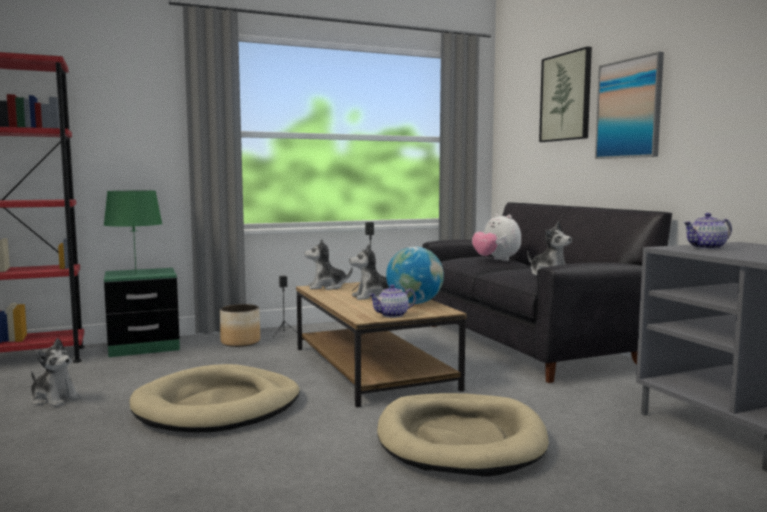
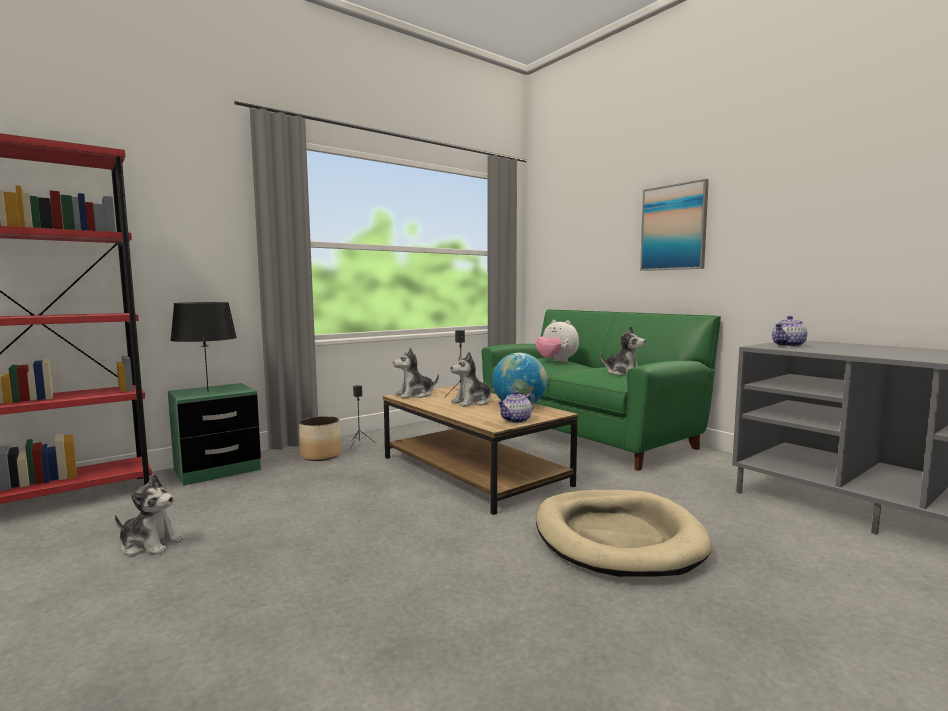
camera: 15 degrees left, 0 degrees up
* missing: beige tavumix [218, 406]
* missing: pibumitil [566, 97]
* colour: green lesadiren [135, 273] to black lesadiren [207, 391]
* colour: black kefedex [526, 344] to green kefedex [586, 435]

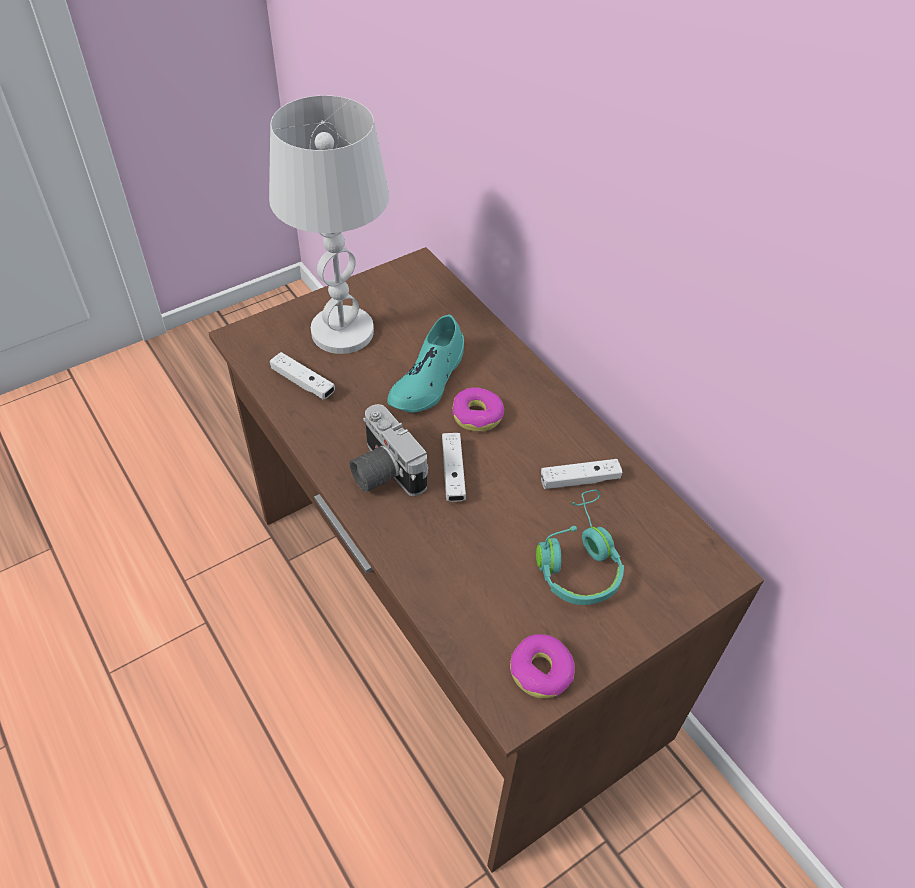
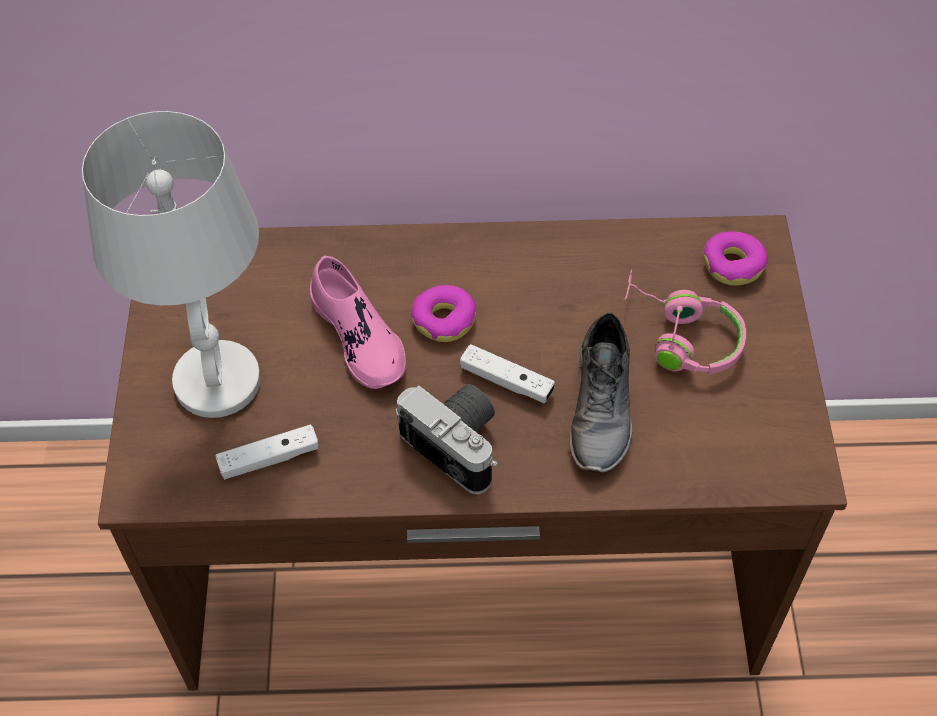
camera: 55 degrees left, 5 degrees up
* missing: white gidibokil [579, 480]
* appeared: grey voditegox [602, 409]
* relocated: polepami [541, 671] to [733, 265]
* colour: turquoise voditegox [428, 379] to pink voditegox [359, 336]
* colour: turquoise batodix [578, 559] to pink batodix [680, 336]
* spun: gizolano [382, 471] = [459, 443] 135 degrees counterclockwise

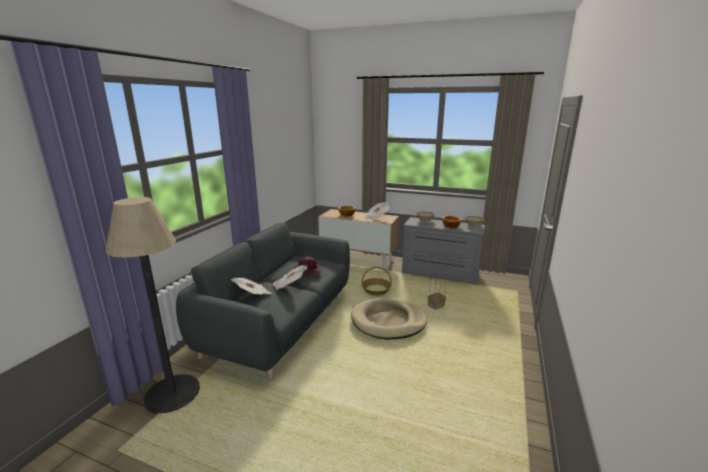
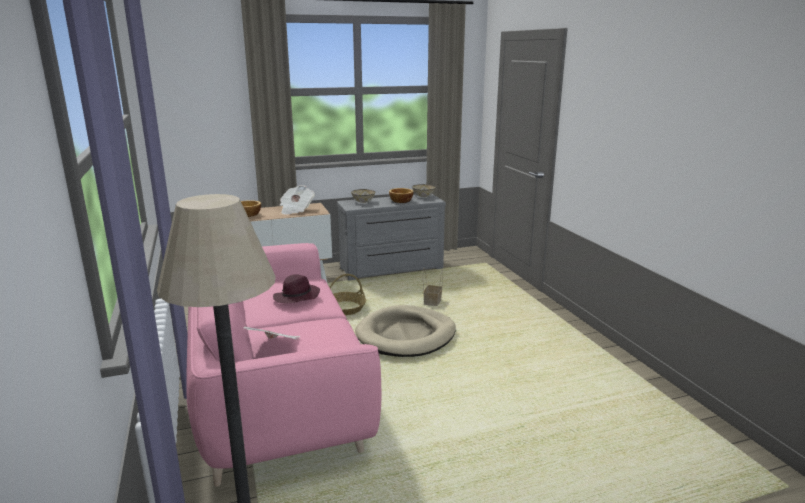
camera: 40 degrees left, 0 degrees up
* missing: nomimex [289, 285]
* colour: grey kefedex [280, 324] to pink kefedex [277, 393]

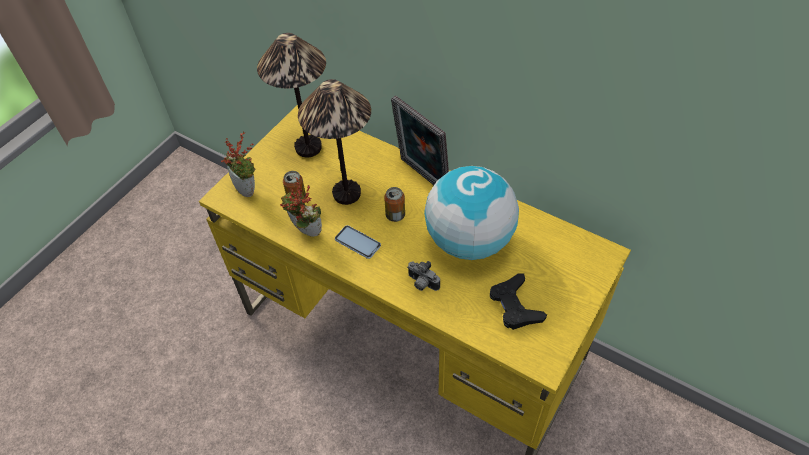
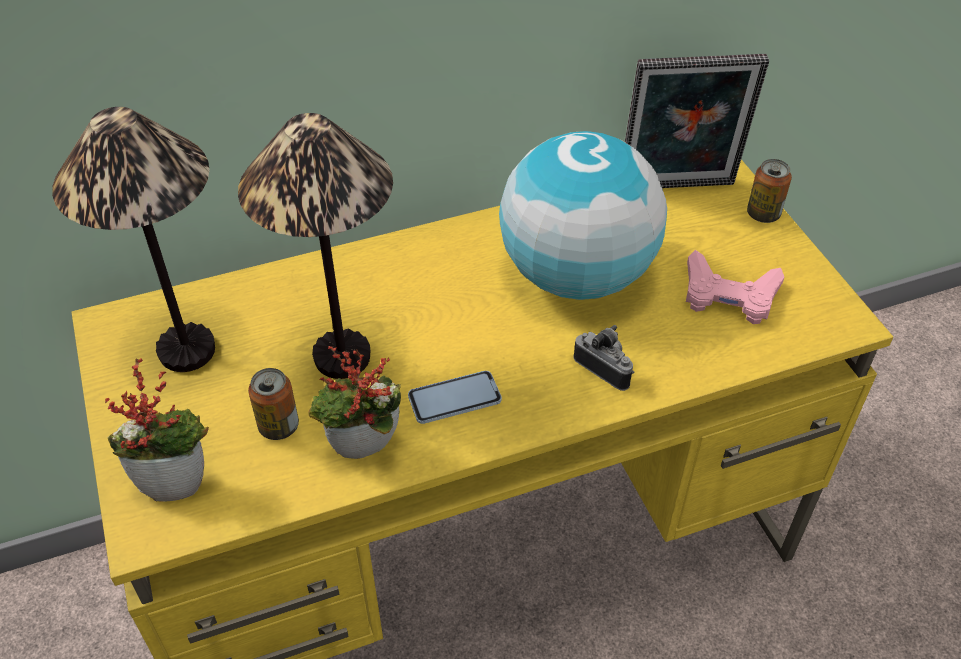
camera: 55 degrees left, 5 degrees down
* relocated: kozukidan [395, 215] to [763, 214]
* relocated: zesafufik [422, 177] to [677, 189]
* colour: black gidibokil [515, 306] to pink gidibokil [729, 295]
* spun: gizolano [422, 284] = [605, 368] 120 degrees counterclockwise

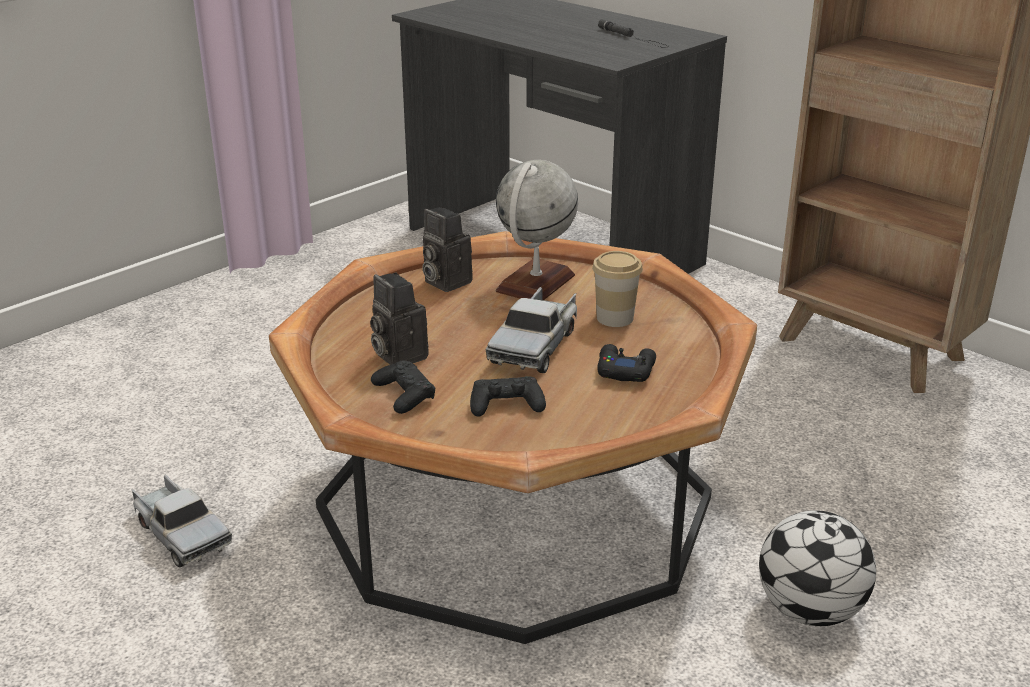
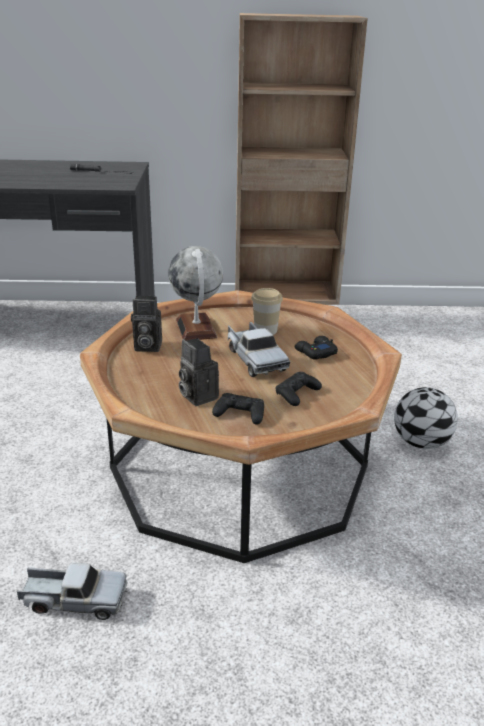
camera: 45 degrees left, 0 degrees up
* spun: gizolano [397, 355] = [196, 396] 45 degrees clockwise

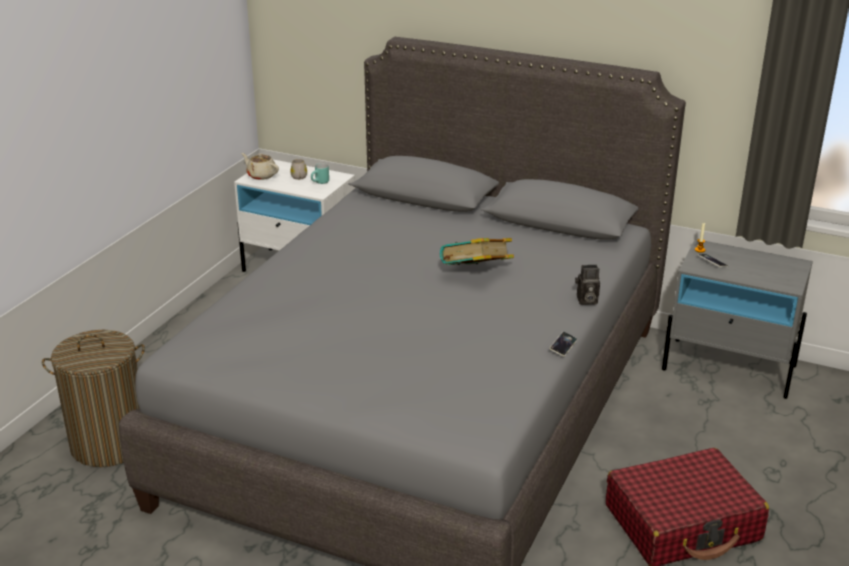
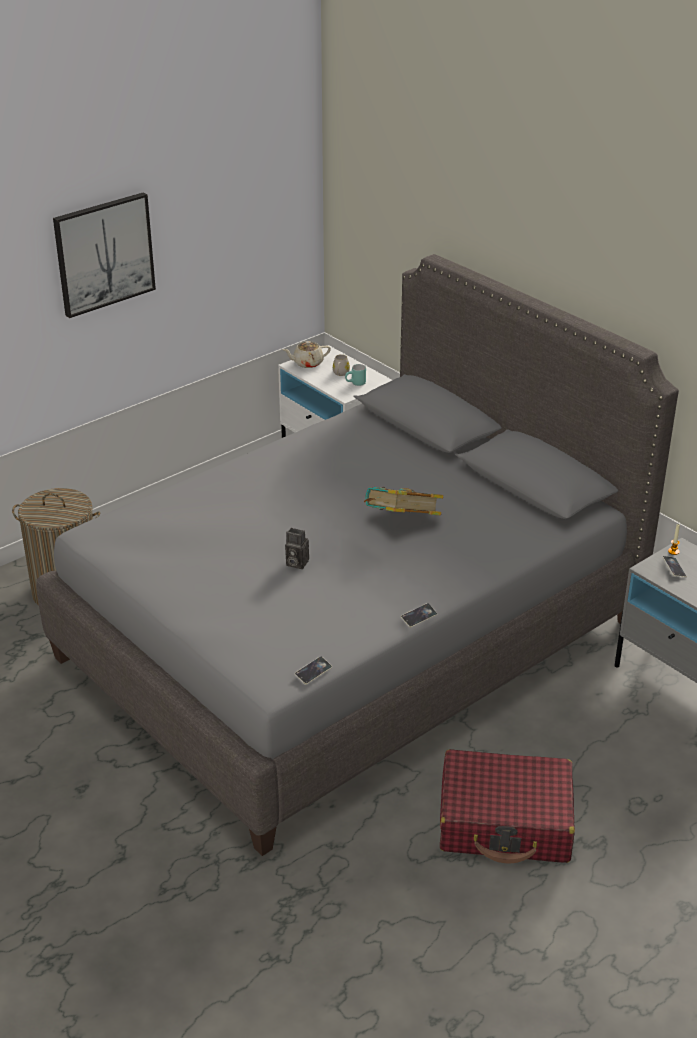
camera: 25 degrees right, 5 degrees up
* appeared: pibumitil [104, 254]
* appeared: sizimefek [313, 672]
* relocated: gizolano [586, 301] to [295, 563]
* spun: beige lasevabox [261, 175] = [307, 363] 75 degrees counterclockwise

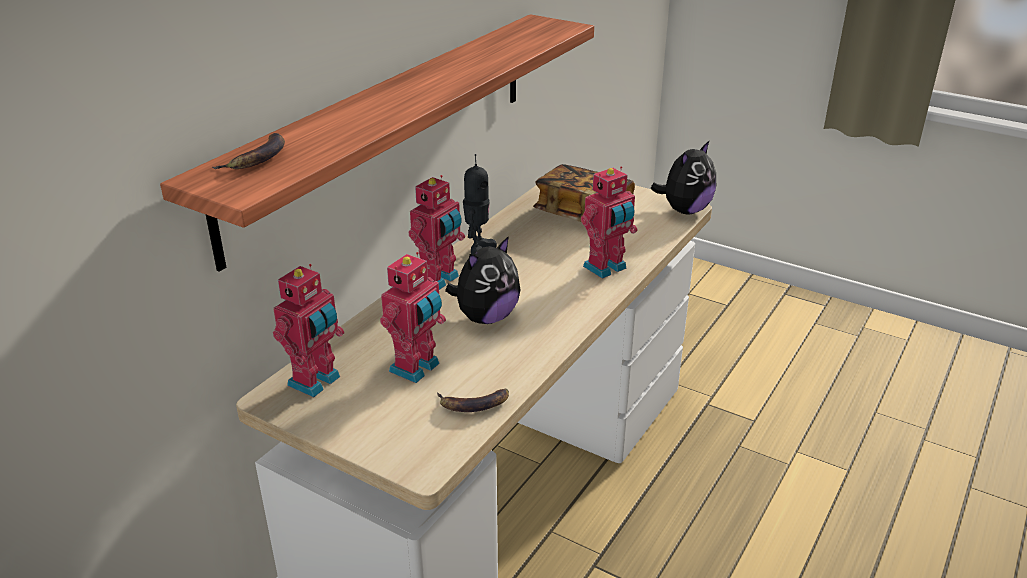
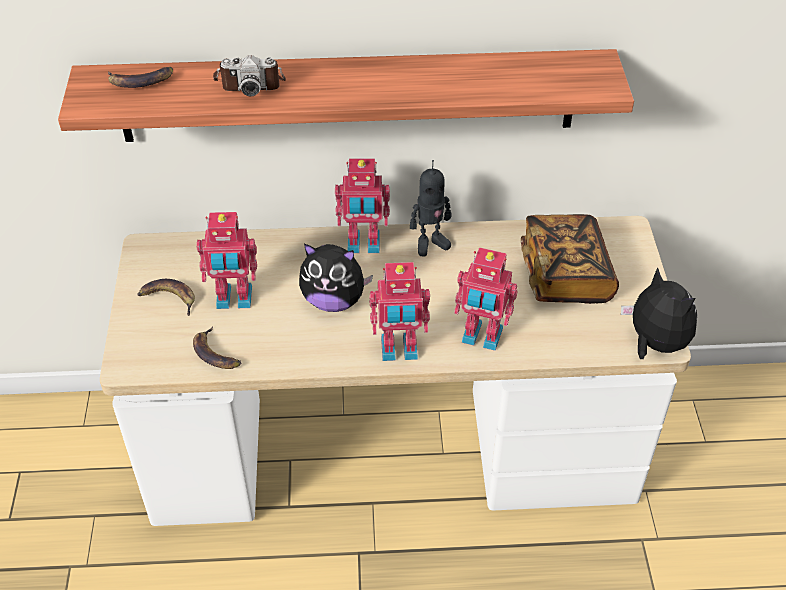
camera: 55 degrees right, 15 degrees up
* appeared: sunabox [168, 298]
* appeared: gizolano [250, 81]
* relocated: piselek [316, 382] to [399, 350]
* spun: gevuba [684, 210] = [654, 343] 135 degrees counterclockwise

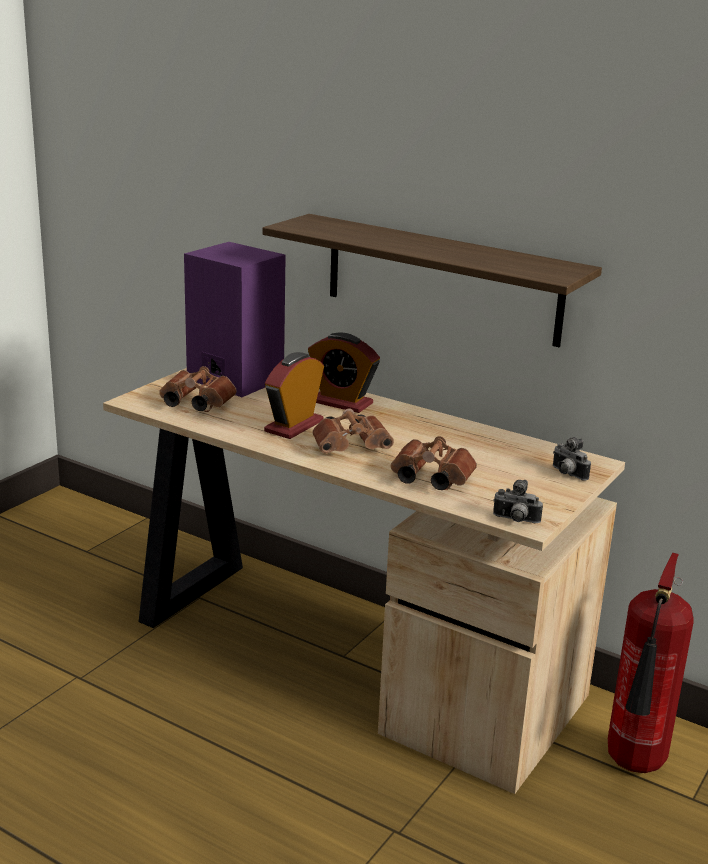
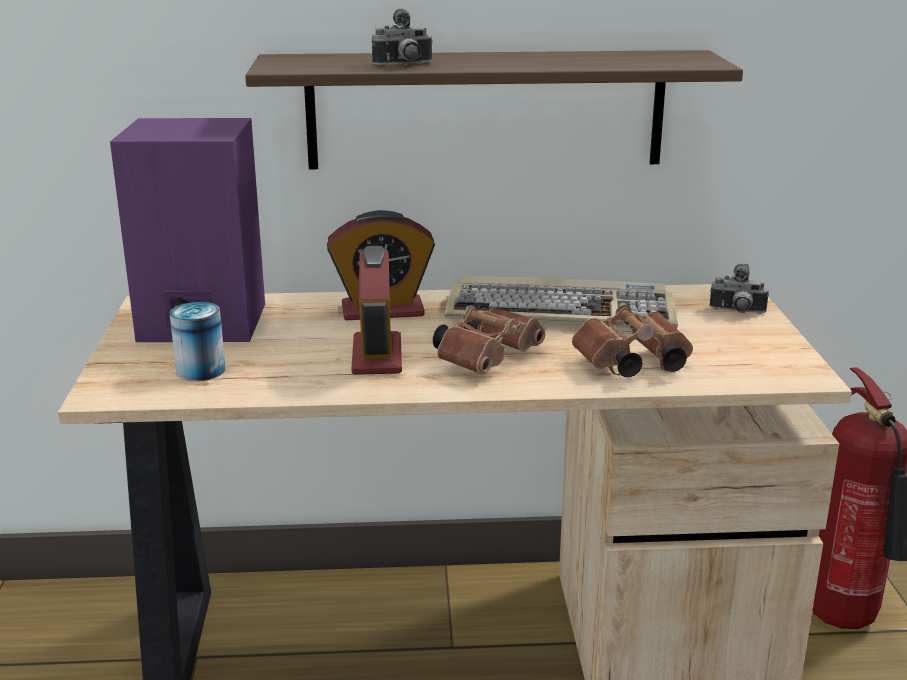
camera: 35 degrees left, 0 degrees up
* appeared: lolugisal [561, 312]
* relocated: gizolano [515, 520] to [404, 65]
* exchanged: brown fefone [194, 404] to kozukidan [201, 370]

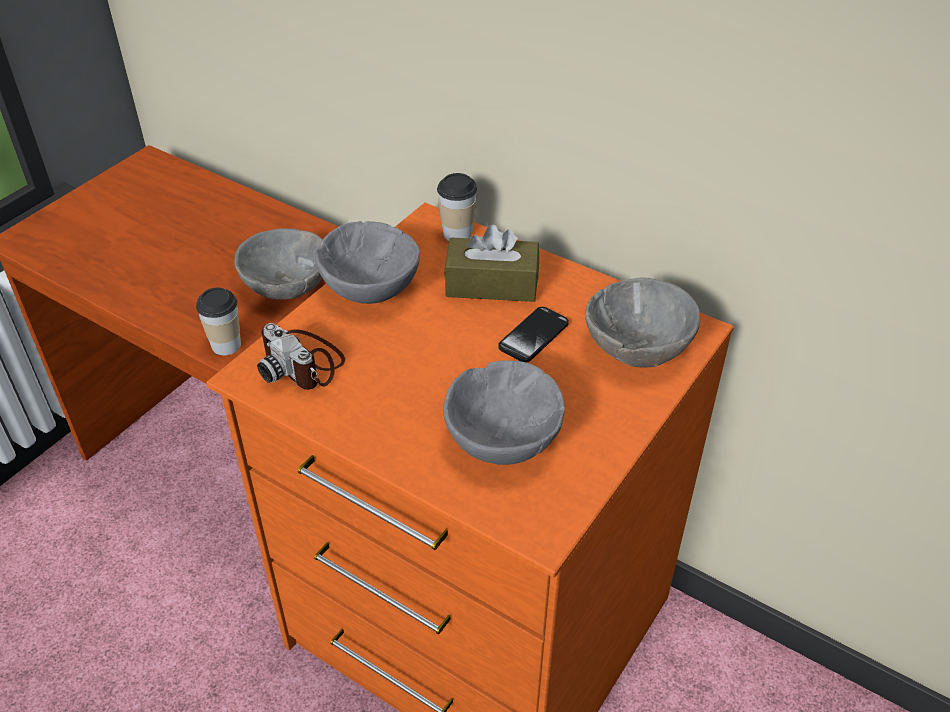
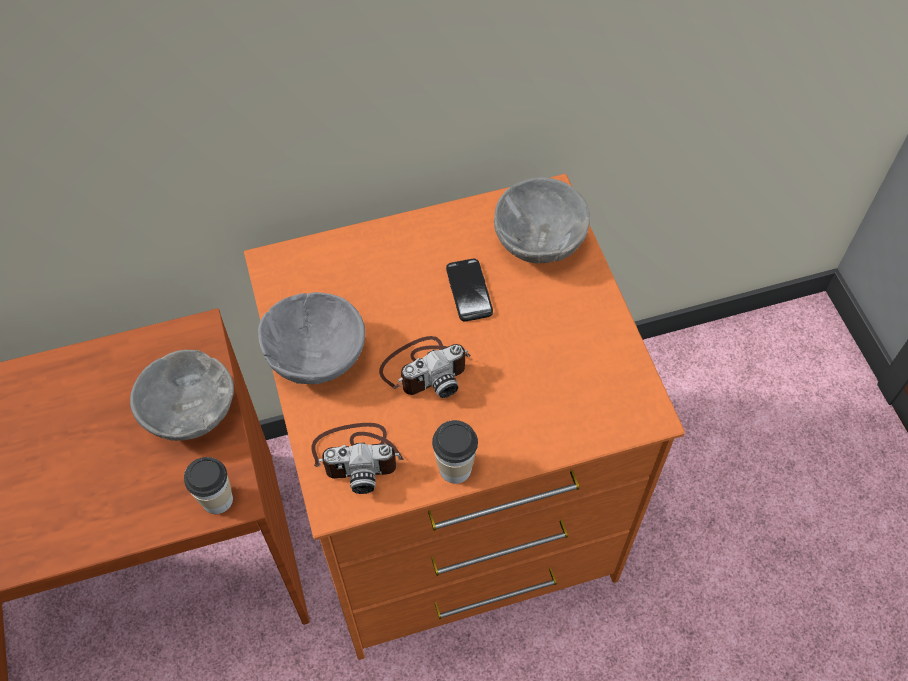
camera: 50 degrees left, 15 degrees up
* missing: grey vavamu [502, 440]
* missing: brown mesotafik [492, 284]
* appeared: gizolano [425, 369]
* relocated: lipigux [457, 233] to [455, 468]

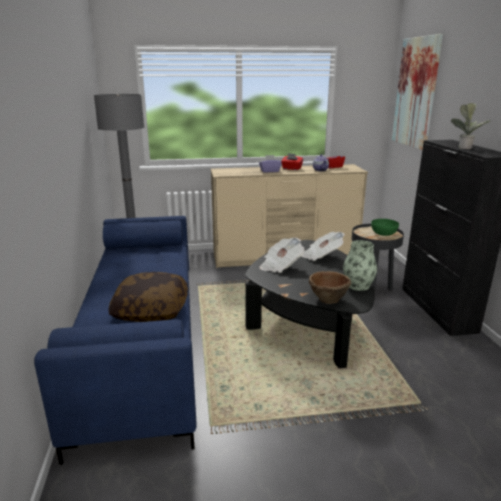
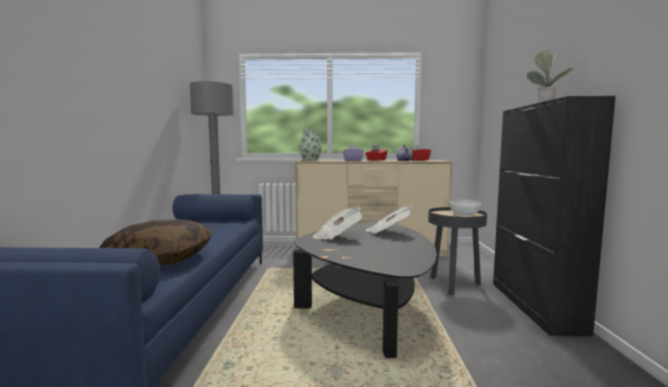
camera: 10 degrees right, 15 degrees down
* missing: brown vavamu [327, 299]
* missing: pibumitil [416, 93]
* relocated: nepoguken [358, 285] to [310, 160]
* colour: green vavamu [383, 234] to white vavamu [464, 214]

